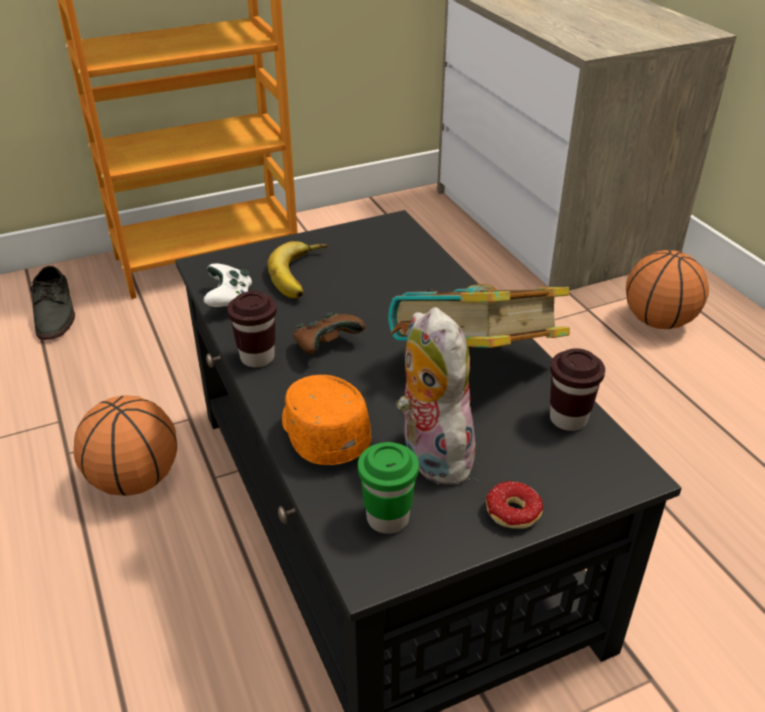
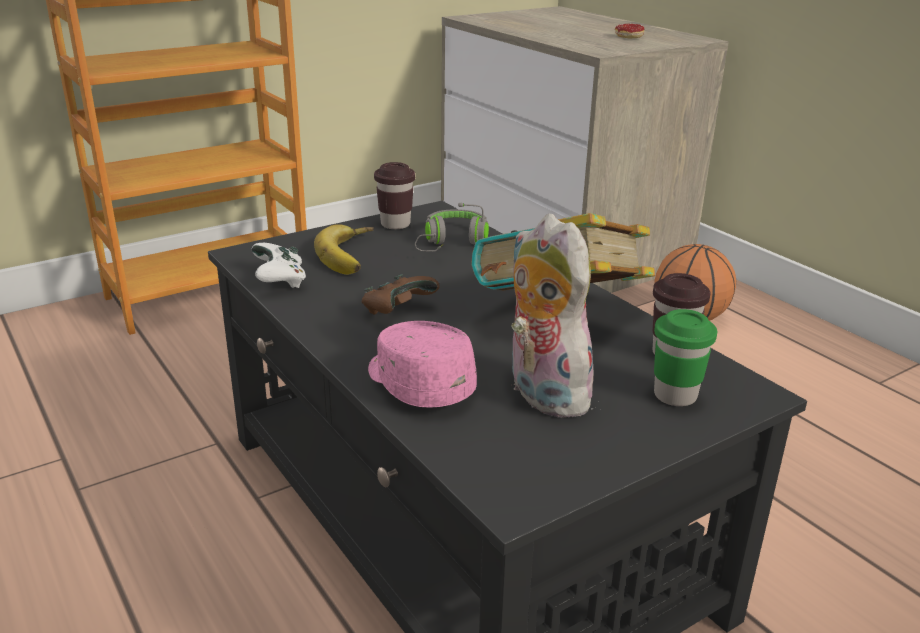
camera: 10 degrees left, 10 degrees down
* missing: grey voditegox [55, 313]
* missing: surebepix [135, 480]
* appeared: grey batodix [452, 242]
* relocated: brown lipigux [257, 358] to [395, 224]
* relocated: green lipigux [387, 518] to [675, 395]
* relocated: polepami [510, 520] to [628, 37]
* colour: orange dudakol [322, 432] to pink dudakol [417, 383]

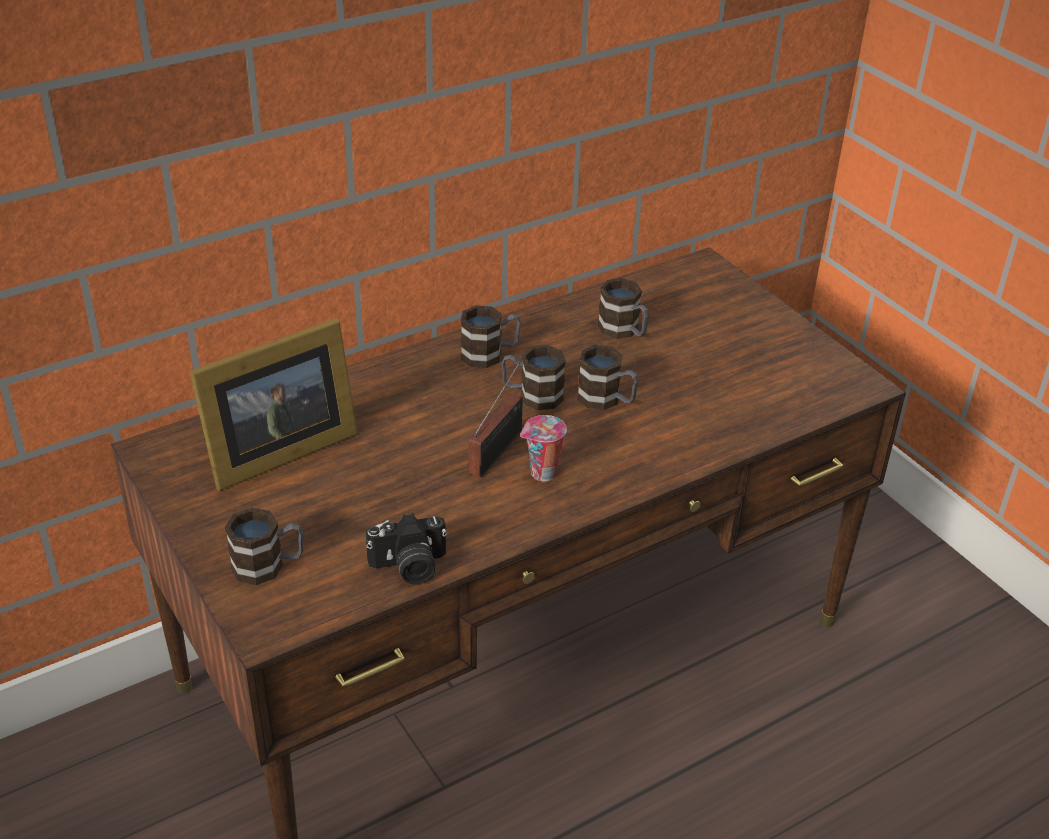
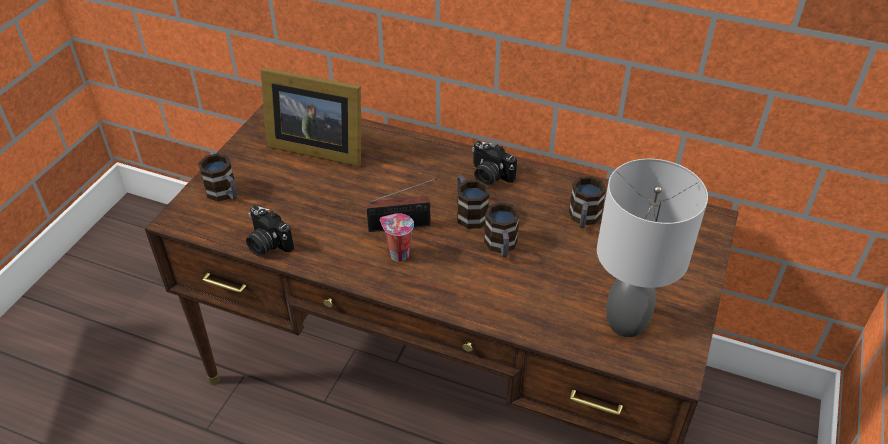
camera: 55 degrees right, 5 degrees up
* appeared: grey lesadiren [625, 322]
* exchanged: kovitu [490, 354] to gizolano [489, 176]

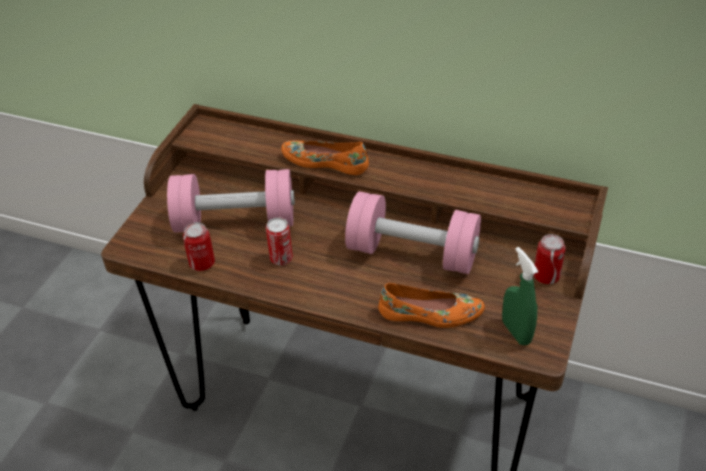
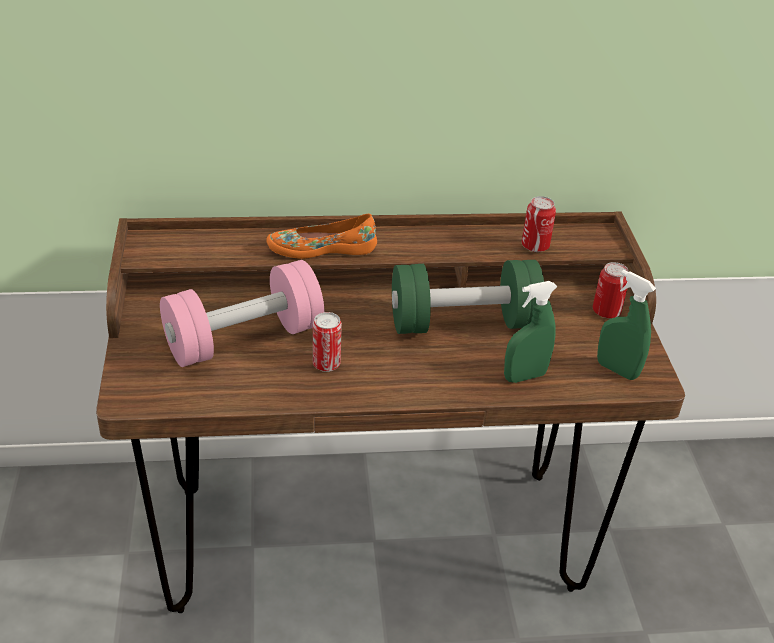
camera: 30 degrees left, 5 degrees down
* relocated: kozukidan [202, 263] to [535, 246]
* exchanged: orange voditegox [431, 314] to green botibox [524, 376]
* colour: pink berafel [412, 253] to green berafel [463, 323]

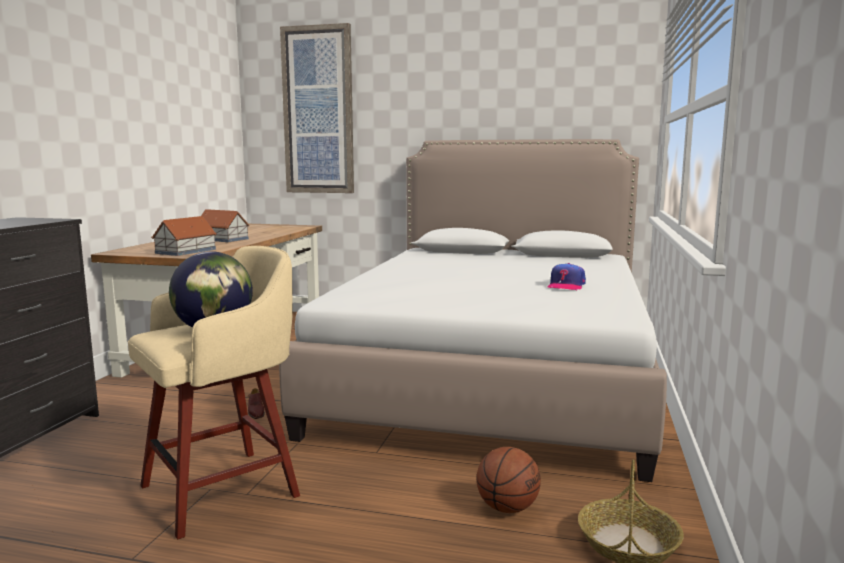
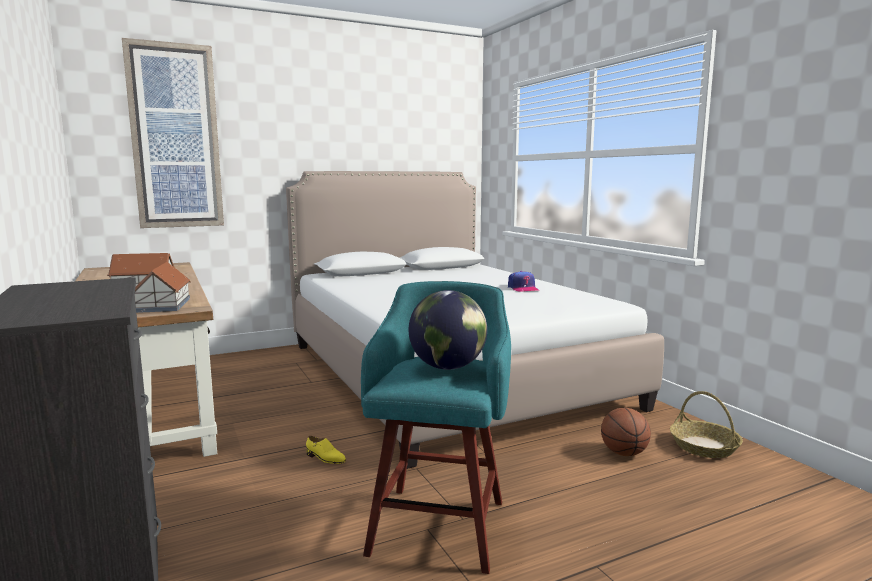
camera: 40 degrees left, 0 degrees up
* colour: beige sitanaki [225, 489] to turquoise sitanaki [439, 524]
* colour: brown voditegox [255, 412] to yellow voditegox [325, 458]

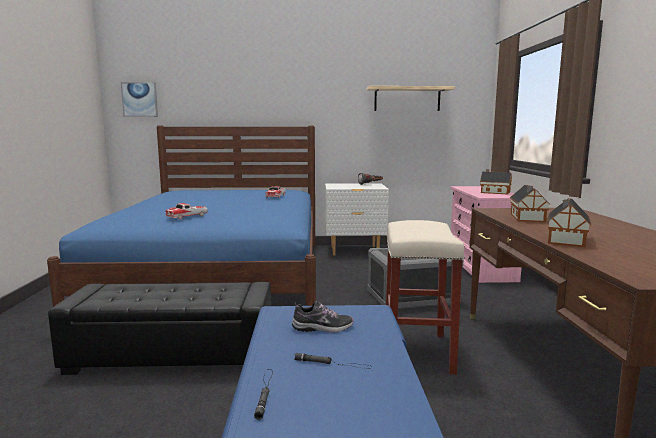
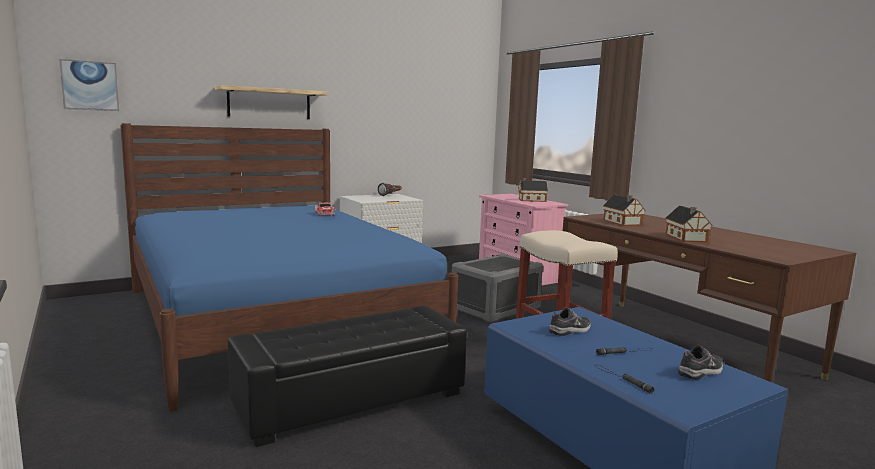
camera: 30 degrees left, 0 degrees up
* missing: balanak [187, 216]
* appeared: voditegox [701, 372]
* relocated: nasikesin [407, 99] to [269, 103]

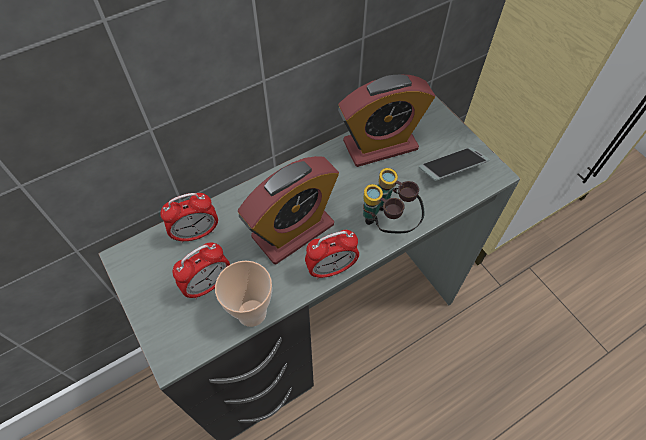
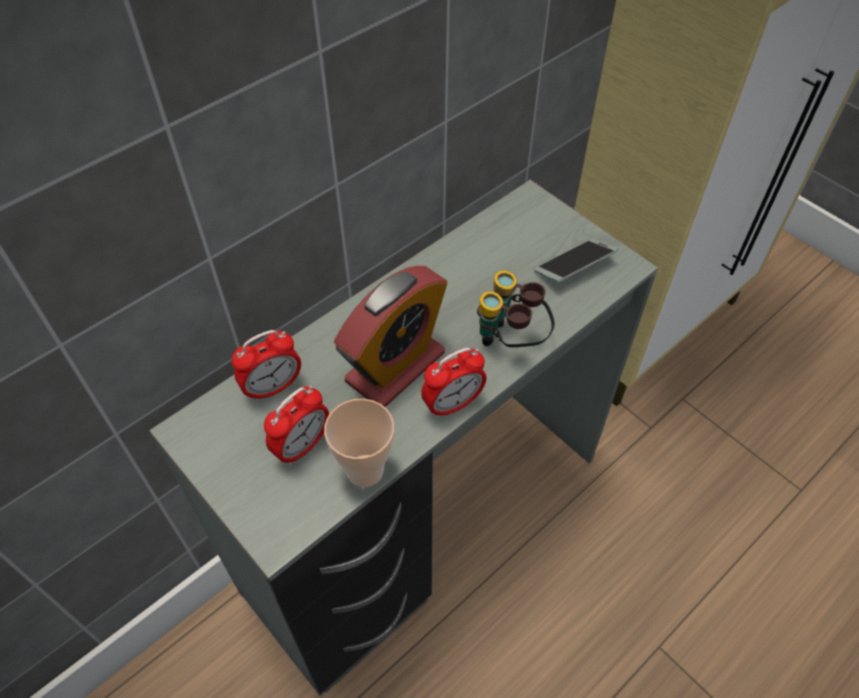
camera: 10 degrees left, 5 degrees down
* missing: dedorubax [380, 145]

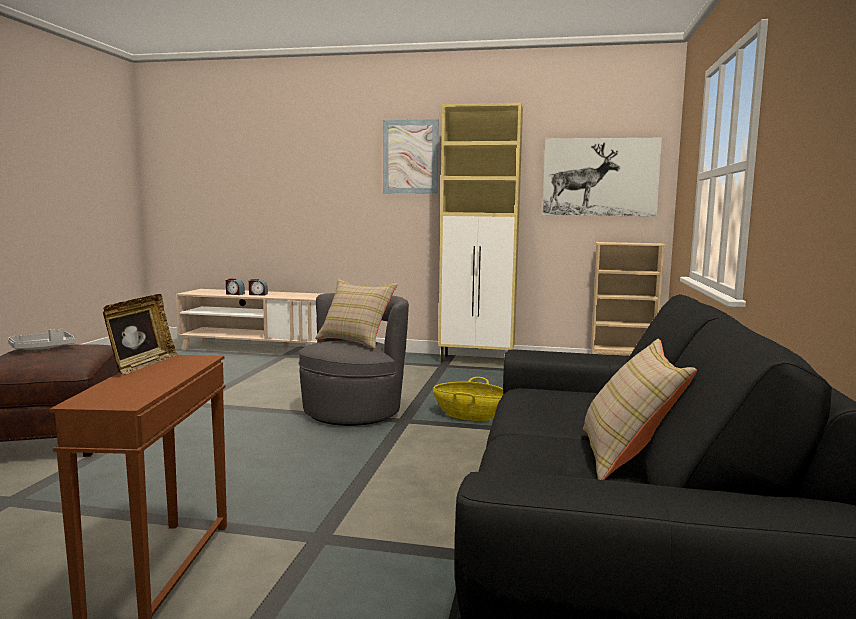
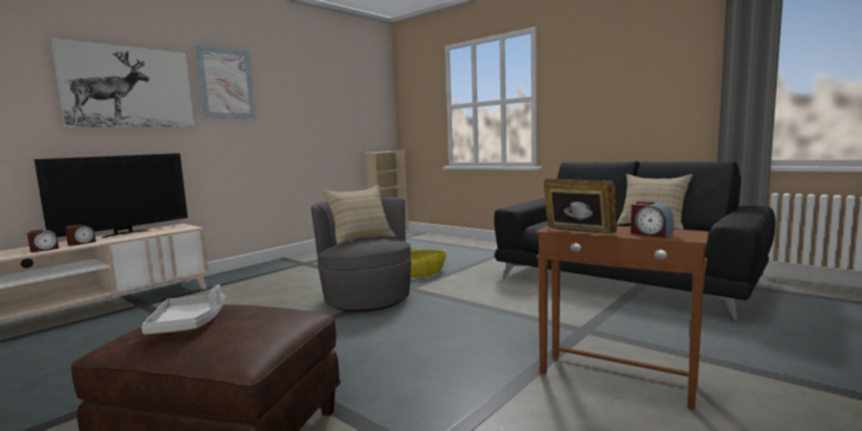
camera: 60 degrees left, 0 degrees up
* missing: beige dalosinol [477, 361]
* appeared: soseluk [124, 233]
* appeared: dedorubax [650, 234]
* relocated: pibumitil [600, 177] to [128, 87]

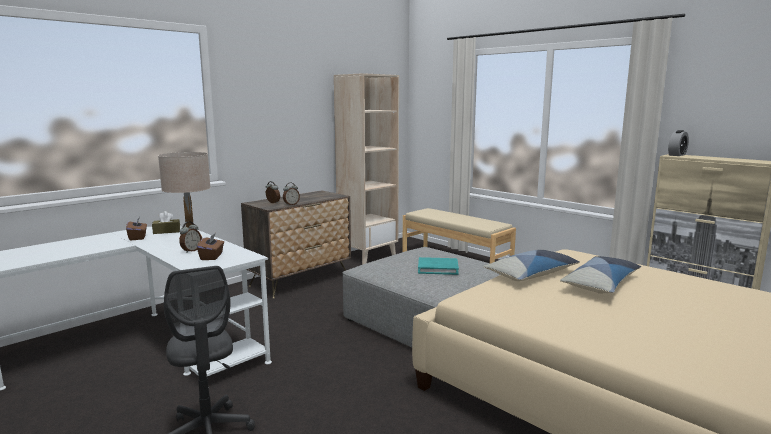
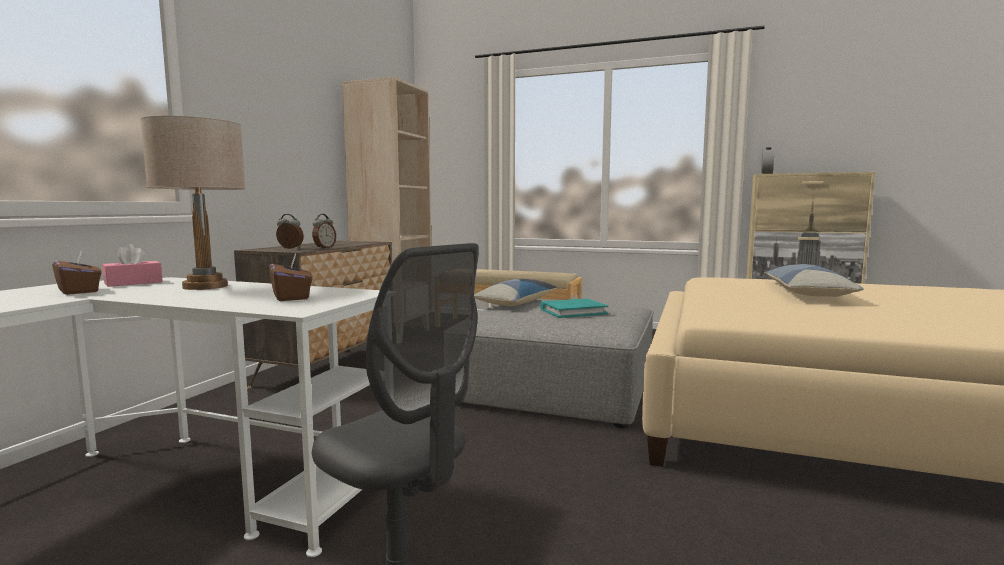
camera: 25 degrees left, 5 degrees down
* missing: dedorubax [191, 251]
* relocated: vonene [532, 274] to [516, 303]
* colour: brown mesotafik [166, 231] to pink mesotafik [133, 283]

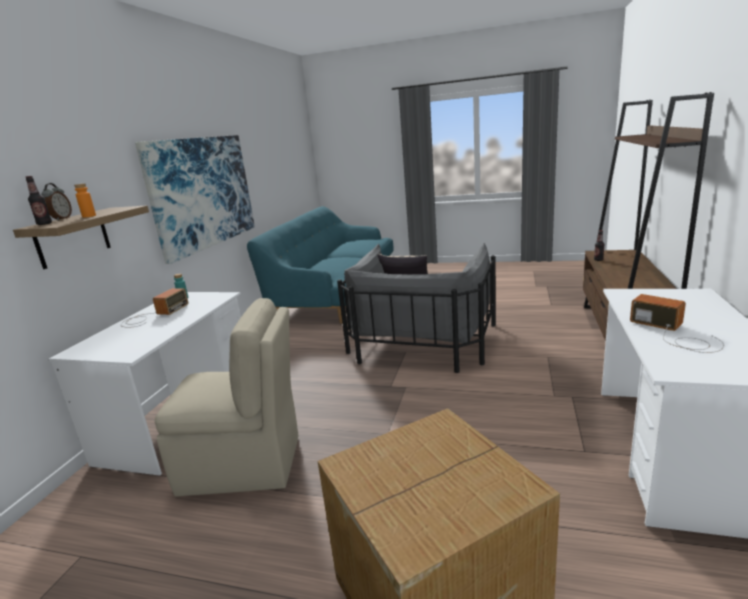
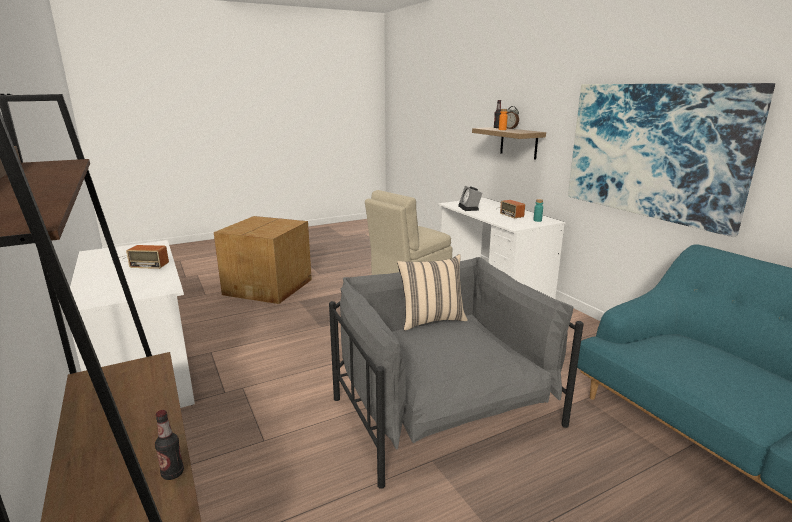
camera: 135 degrees right, 0 degrees up
* appeared: dedorubax [470, 208]

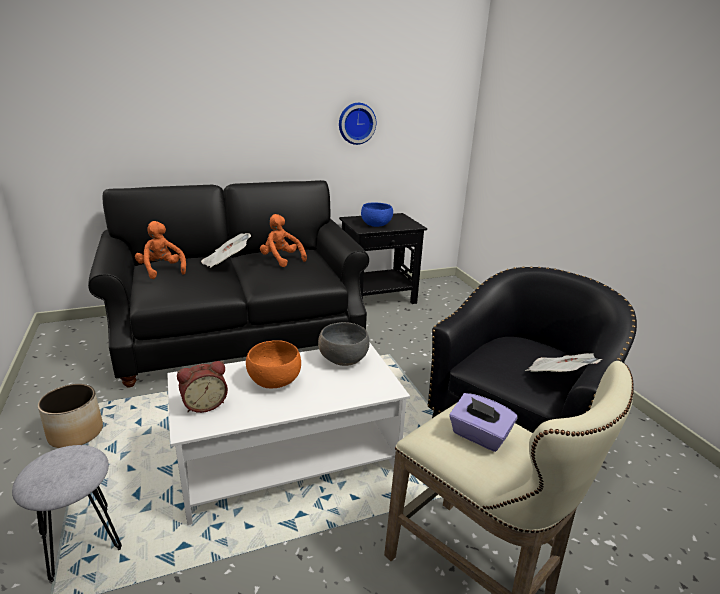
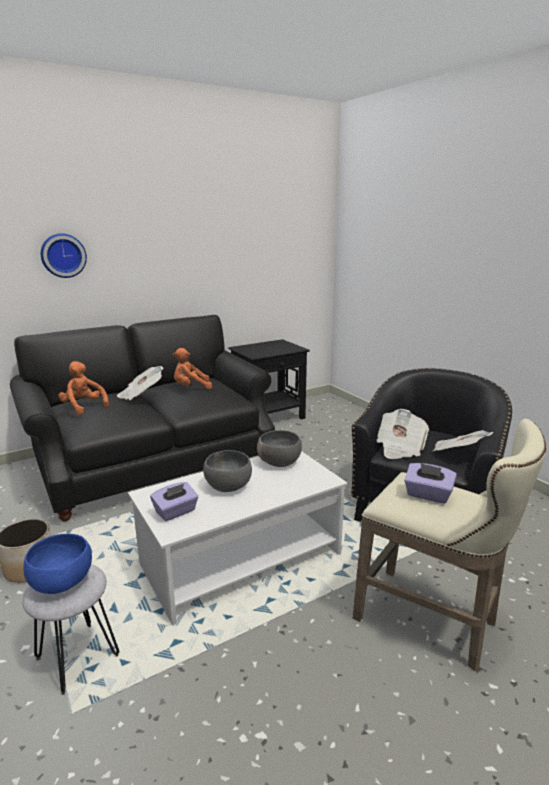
camera: 10 degrees left, 5 degrees down
* appeared: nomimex [399, 448]
* relocated: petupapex [356, 123] to [63, 255]
* relocated: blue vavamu [376, 225] to [61, 582]
* exchanged: dedorubax [204, 404] to purple mesotafik [176, 512]
* colour: orange vavamu [275, 380] to grey vavamu [228, 485]
* spun: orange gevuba [281, 260] = [191, 387] 45 degrees counterclockwise

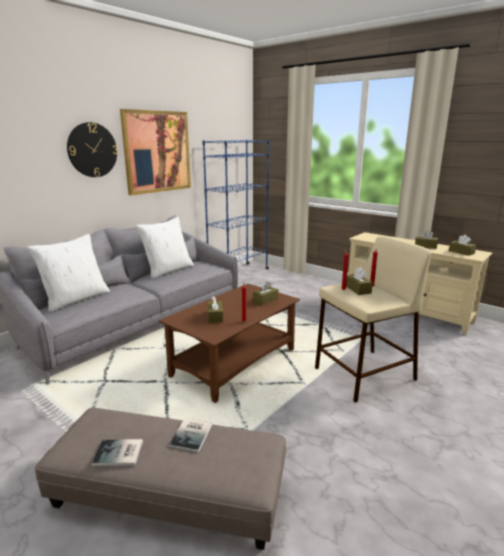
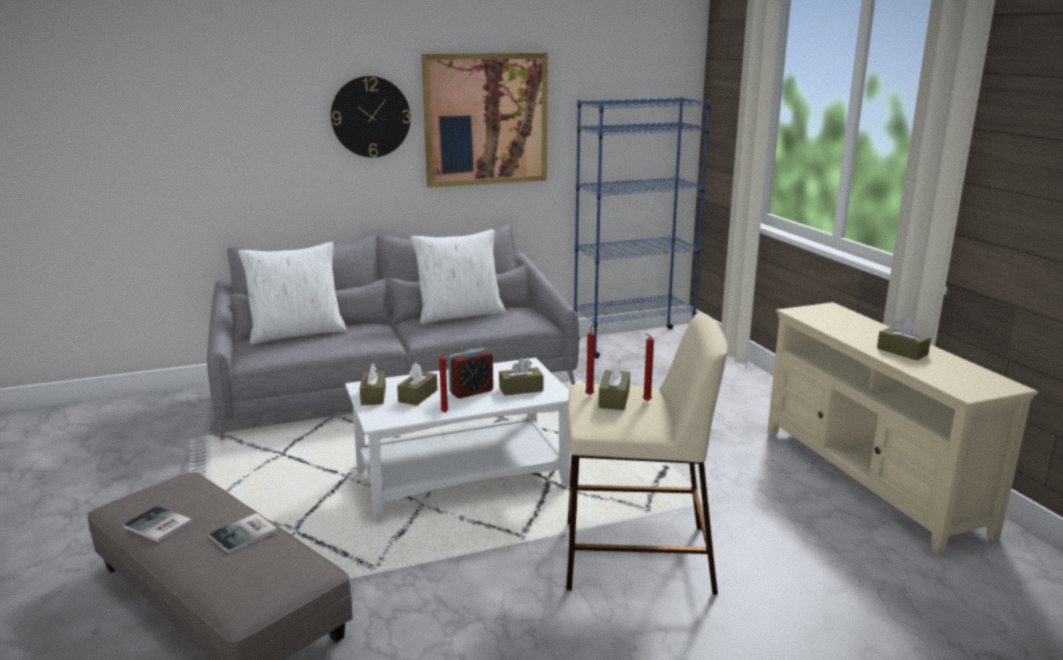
camera: 30 degrees right, 0 degrees up
* appeared: dedorubax [471, 391]
* relocated: brown mesotafik [461, 252] to [373, 396]
* colour: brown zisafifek [235, 362] to white zisafifek [463, 478]

